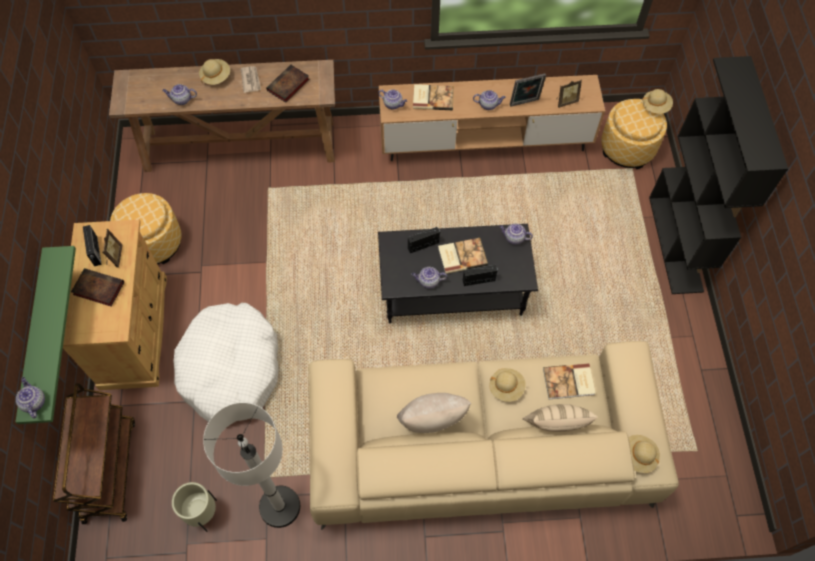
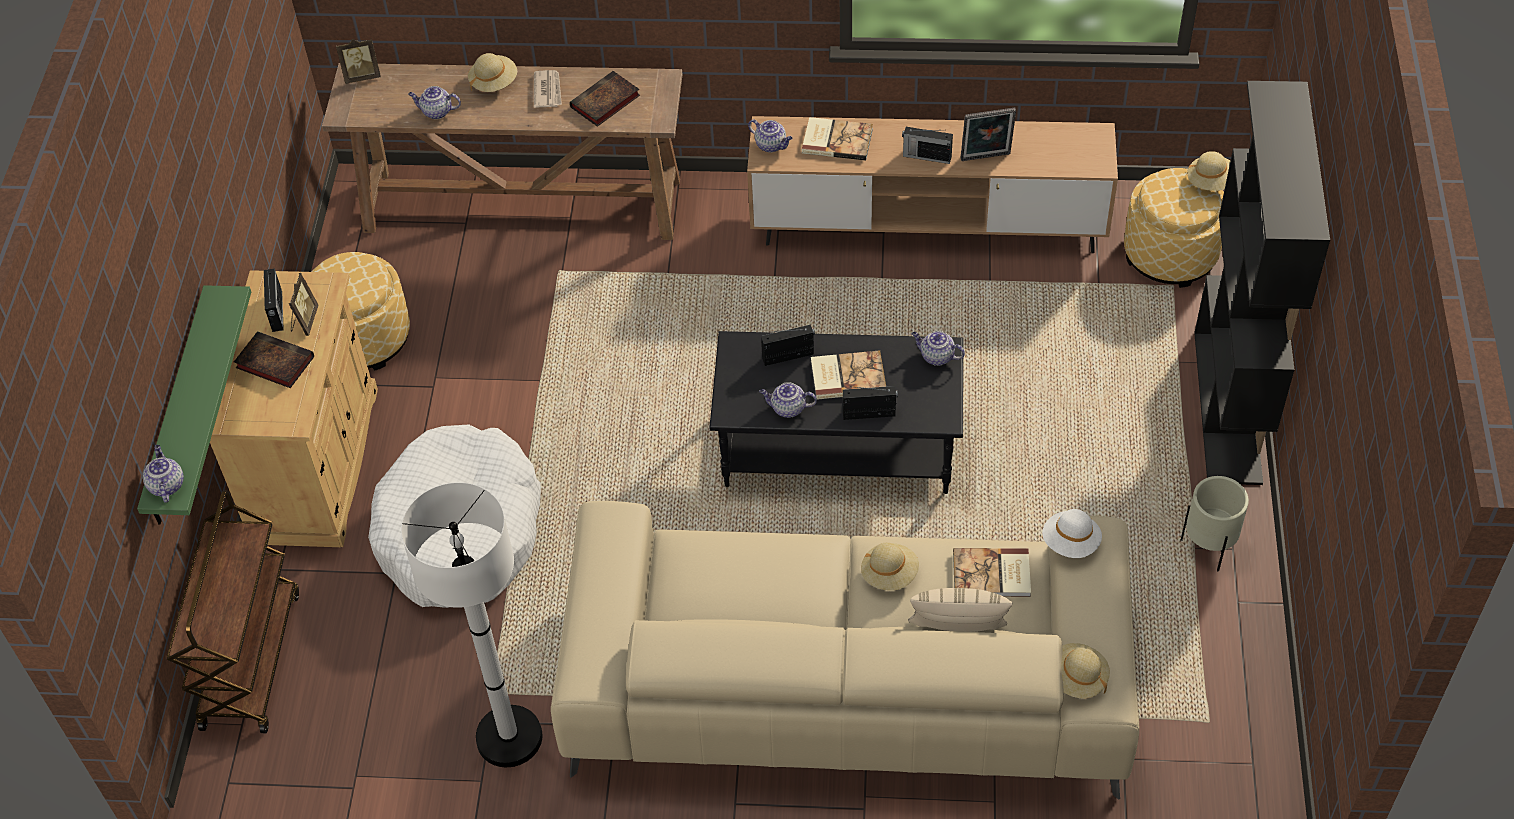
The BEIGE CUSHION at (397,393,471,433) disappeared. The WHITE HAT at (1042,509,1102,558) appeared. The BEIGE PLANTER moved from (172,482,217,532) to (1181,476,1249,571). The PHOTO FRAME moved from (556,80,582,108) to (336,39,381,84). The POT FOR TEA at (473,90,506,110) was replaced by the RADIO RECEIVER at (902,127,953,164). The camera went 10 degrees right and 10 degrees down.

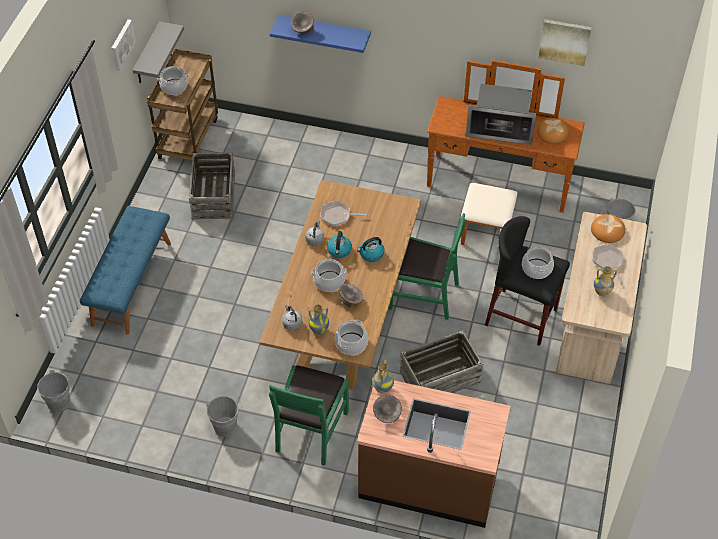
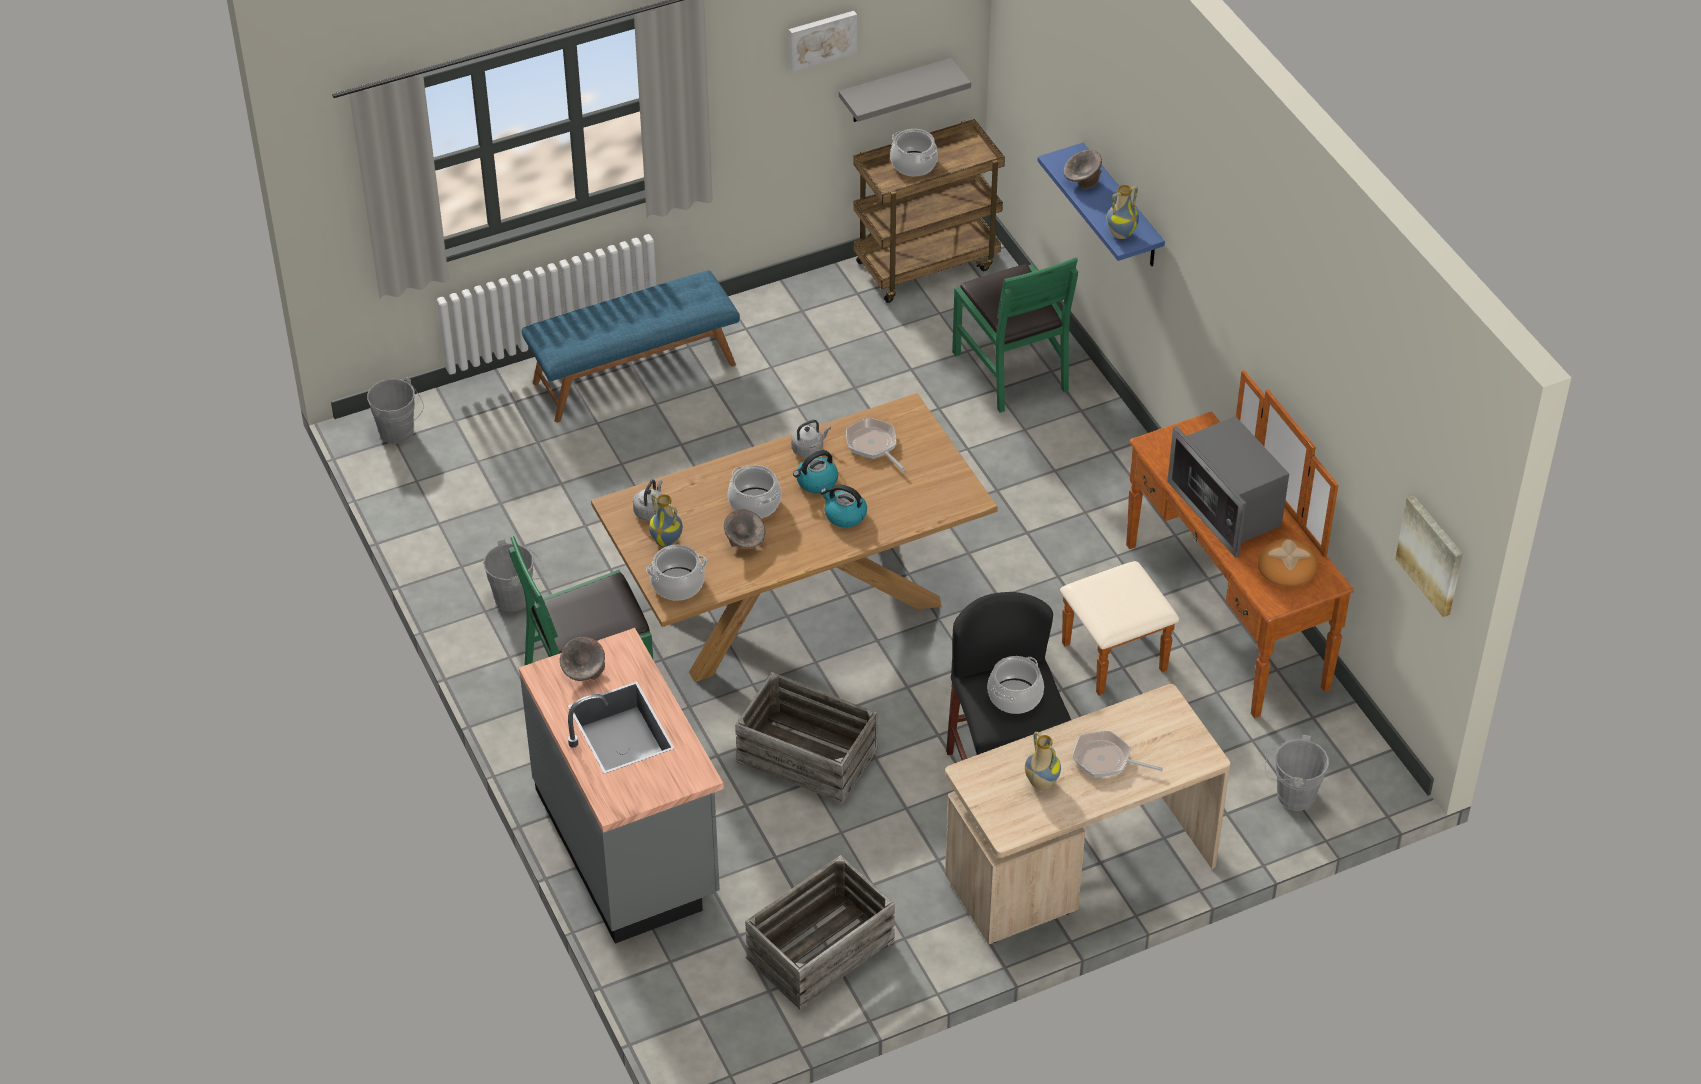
The BREAD at (591,214,625,243) disappeared. The CRATE moved from (189,152,235,219) to (745,855,895,1010). The DECORATIVE VASE moved from (372,360,394,394) to (1106,185,1139,239). The GREEN PLAIN CHAIR moved from (388,213,467,320) to (952,257,1078,413). The WALL PICTURE moved from (538,19,592,66) to (1395,495,1463,617). The BROWN-COLOURED COUNTER at (357,380,510,528) became the GREY COUNTER at (519,628,724,944). The PAN at (593,244,623,284) turned 105 degrees counterclockwise. The camera went 50 degrees right and 5 degrees down.

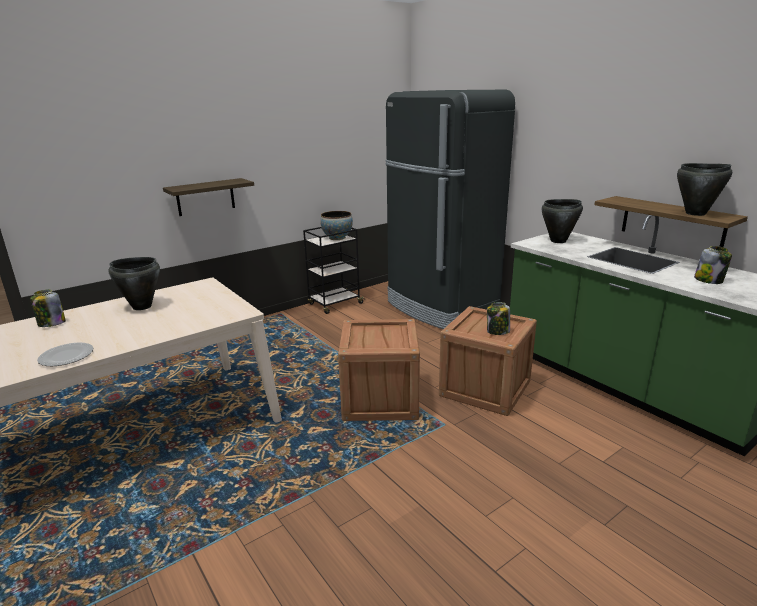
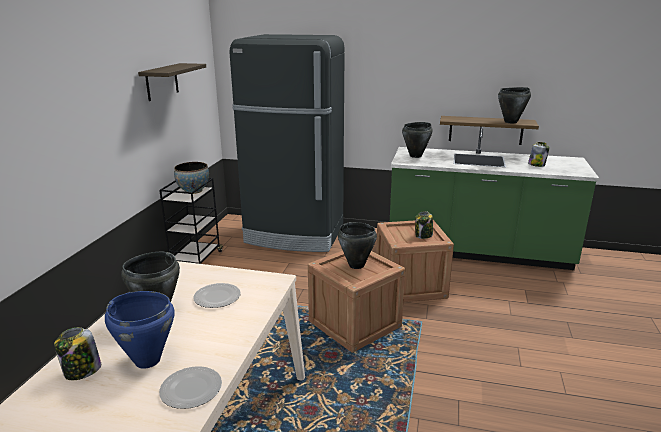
The BLUISH COOKING POT at (105,291,175,369) appeared. The DINNER PLATE at (193,283,241,308) appeared. The BLACK COOKING POT at (338,222,377,269) appeared. The BRACKET SHELF moved from (163,178,254,216) to (138,63,206,101). The camera went 40 degrees left and 0 degrees up.

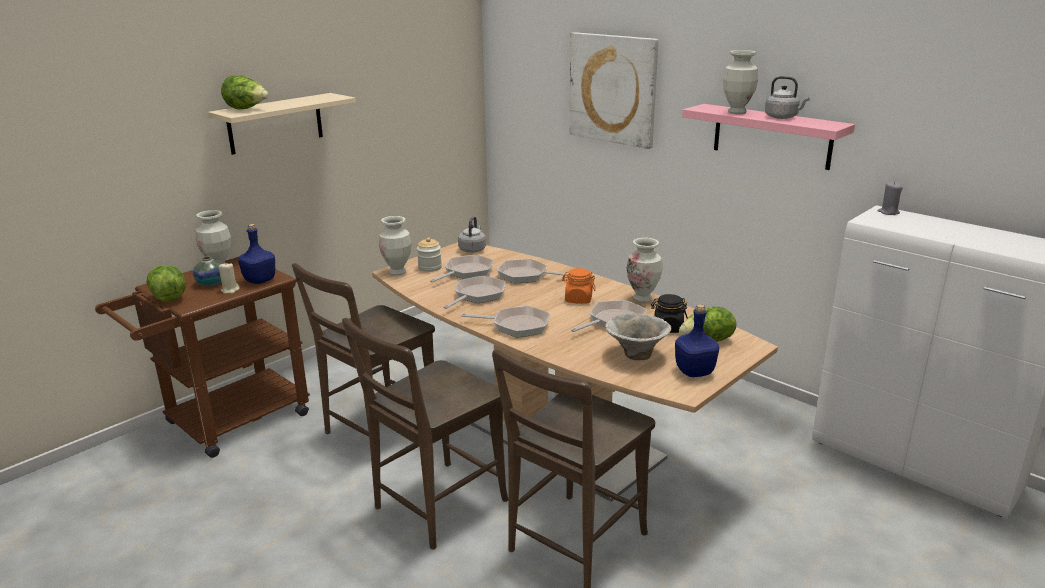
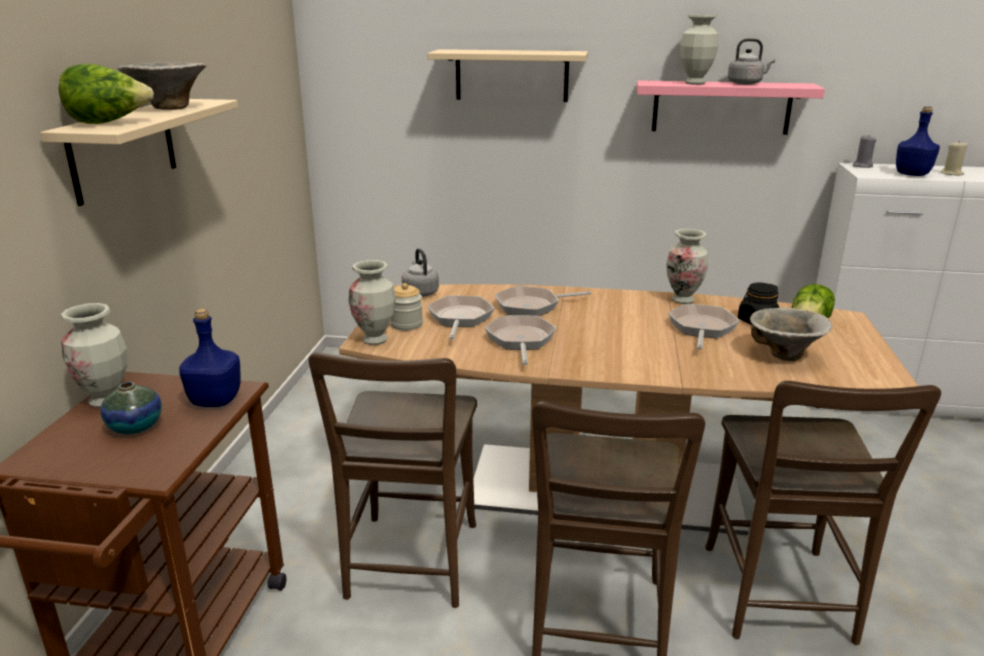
The LETTUCE at (147,265,186,302) disappeared. The PAN at (461,306,550,338) disappeared. The ORANGE-COLOURED PRESERVE JAR at (562,268,596,304) disappeared. The BOWL at (118,62,207,110) appeared. The BEIGE WAX CANDLE moved from (219,262,240,294) to (940,141,968,176). The BLUISH BOTTLE moved from (675,304,719,377) to (896,106,940,176). The WALL PICTURE at (569,32,658,149) was replaced by the BEIGE BRACKET SHELF at (427,49,588,102). The camera went 35 degrees left and 0 degrees up.

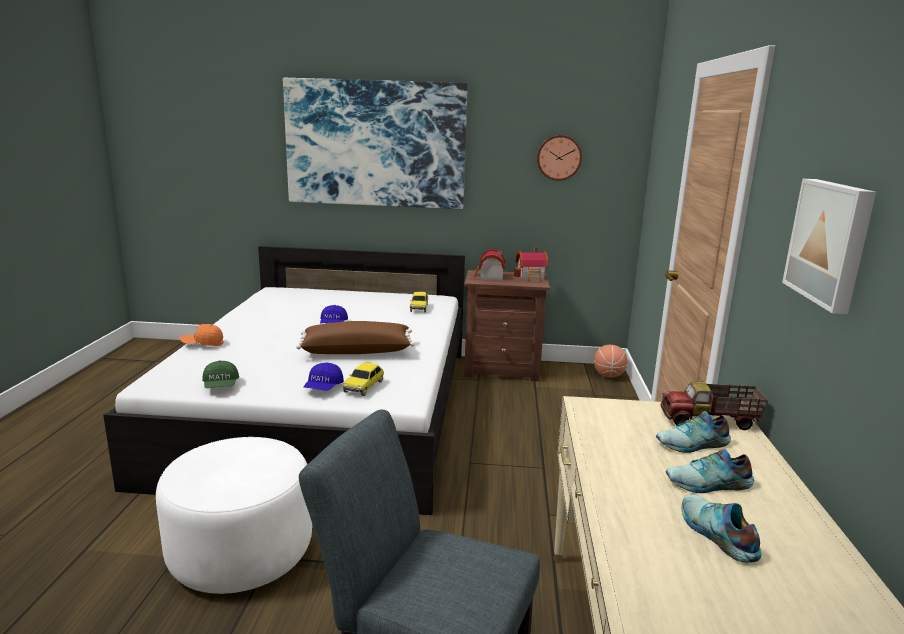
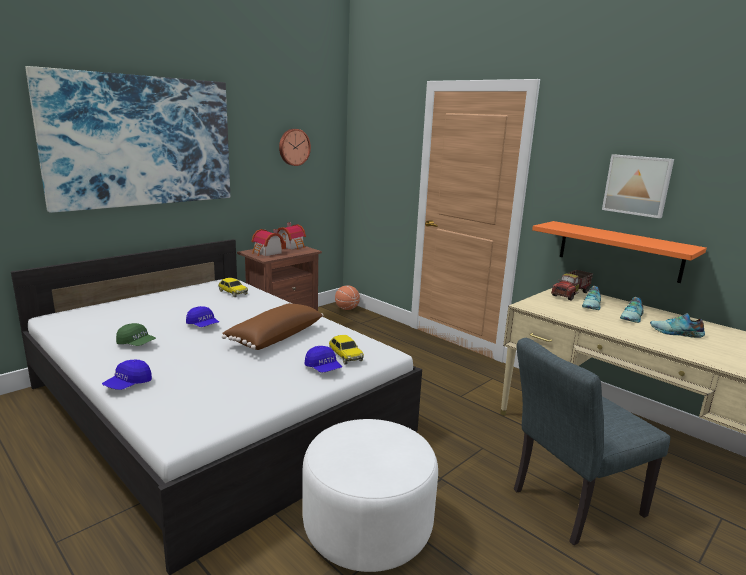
The ORANGE-COLOURED BRACKET SHELF at (532,221,707,283) appeared. The GREEN CAP moved from (202,361,239,388) to (116,323,156,346). The ORANGE-COLOURED CAP at (180,324,224,346) became the BLUISH CAP at (102,360,152,390). The camera went 50 degrees left and 0 degrees up.

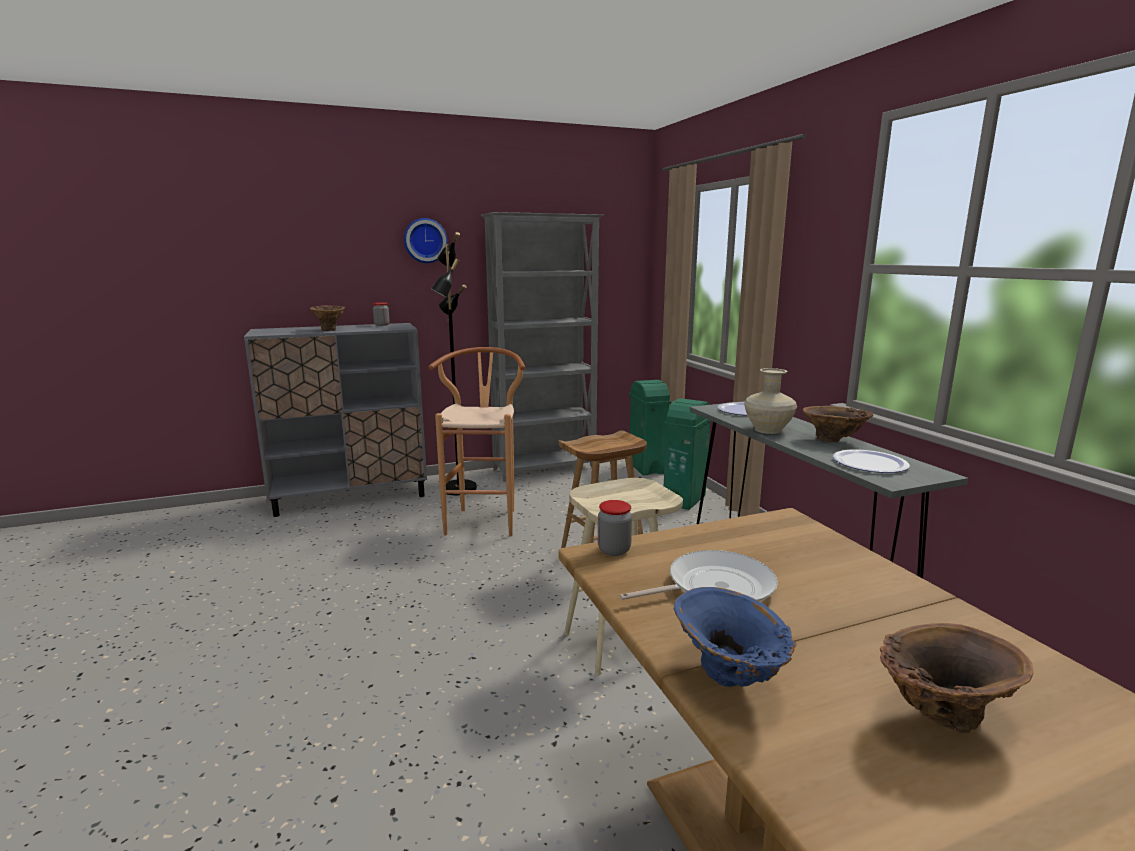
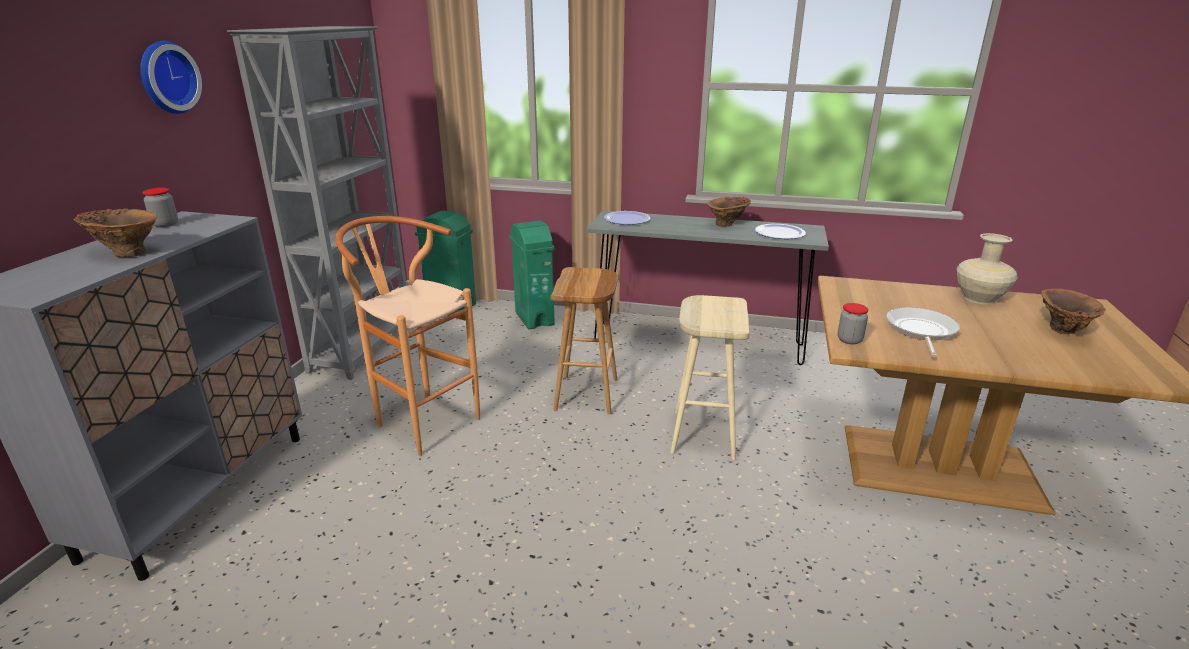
The BLACK FLOOR LAMP at (431,232,477,495) disappeared. The BLUISH DECORATIVE VASE at (674,587,797,687) disappeared. The BEIGE DECORATIVE VASE moved from (744,368,797,434) to (957,233,1018,305). The camera went 55 degrees left and 10 degrees up.

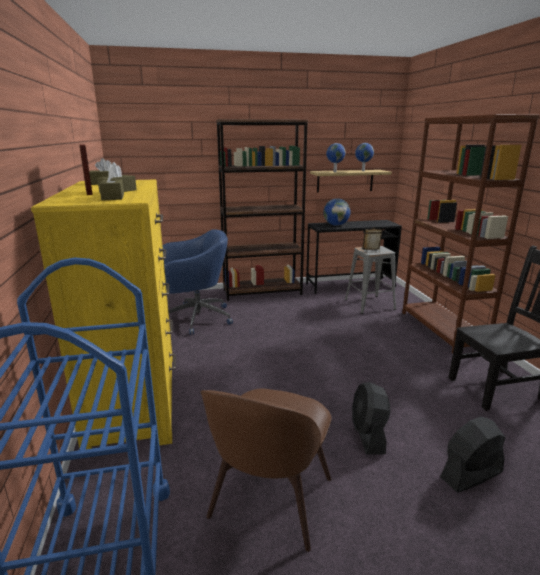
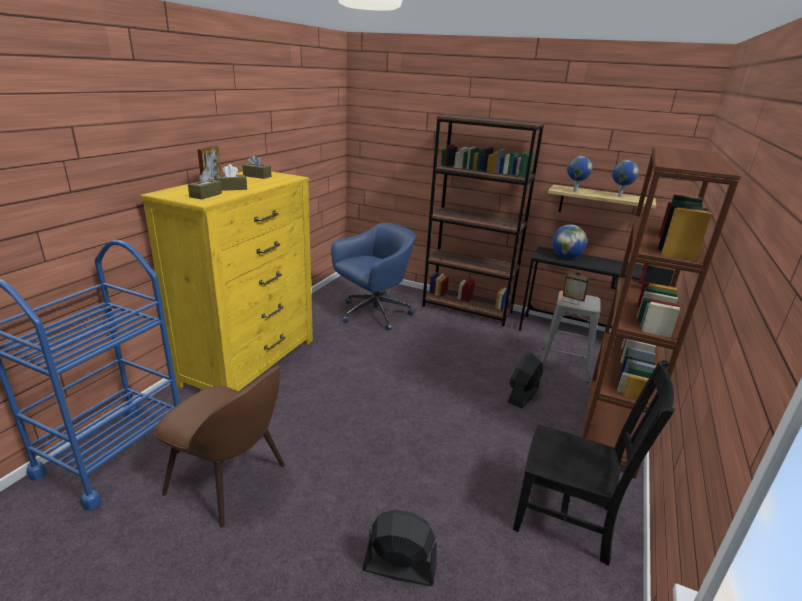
The BLACK FAN moved from (352,382,390,455) to (508,353,543,408). The BLUISH DESK CHAIR at (162,229,233,335) turned 60 degrees counterclockwise. The BROWN-COLOURED PLAIN CHAIR at (200,388,332,552) turned 120 degrees counterclockwise. The camera went 35 degrees right and 5 degrees up.

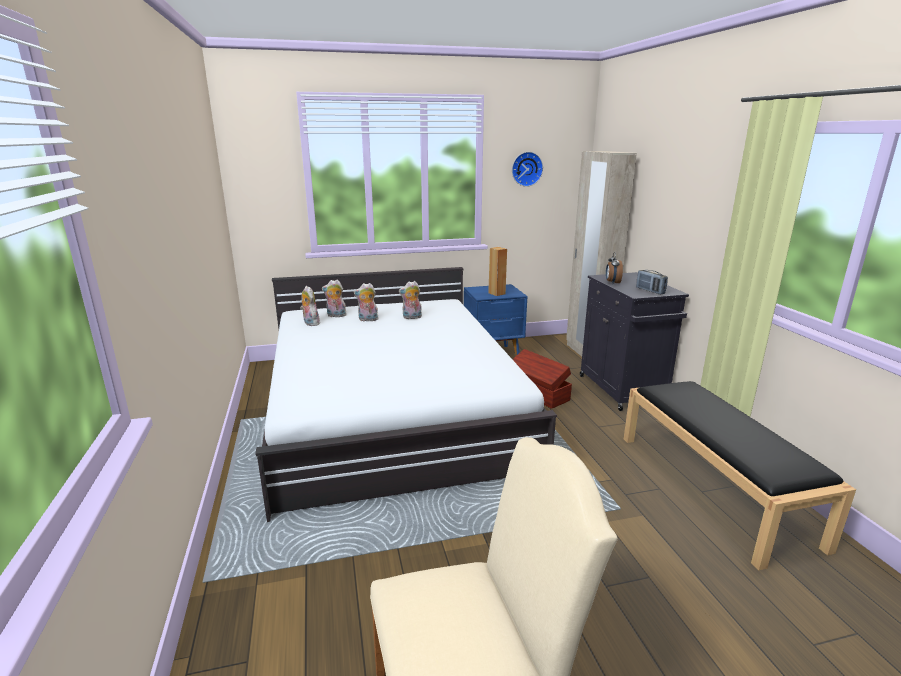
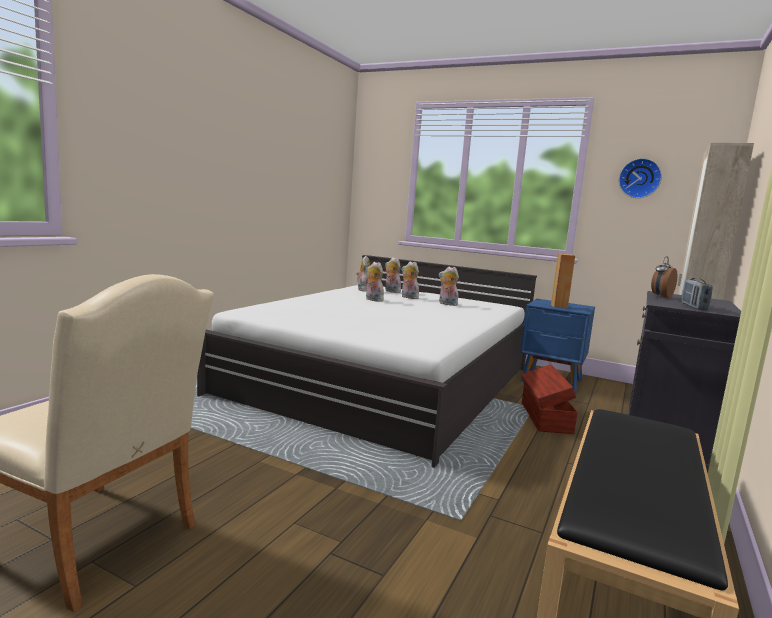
The CUDDLY TOY at (366,262,384,302) appeared. The camera went 40 degrees right and 10 degrees down.

